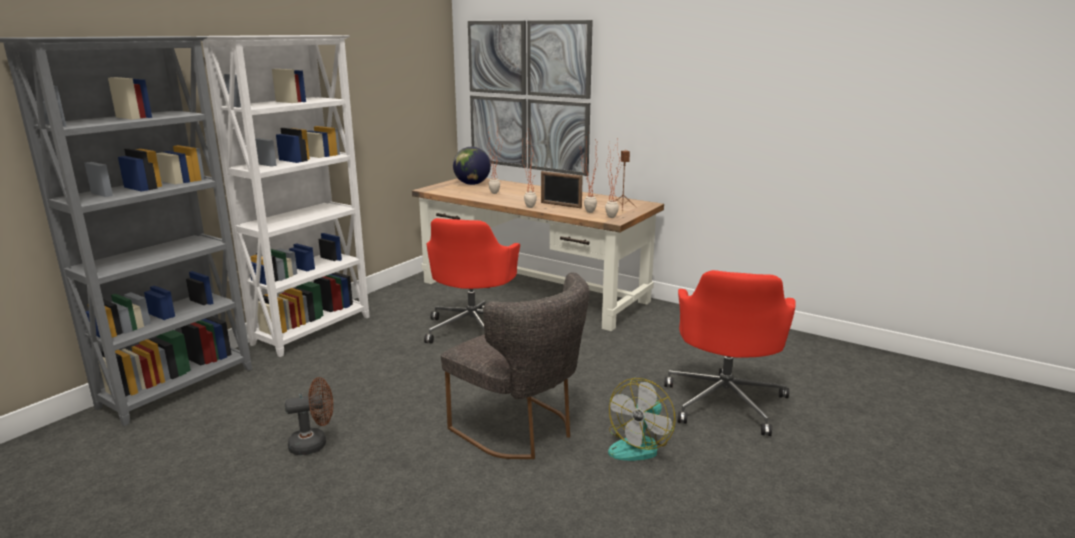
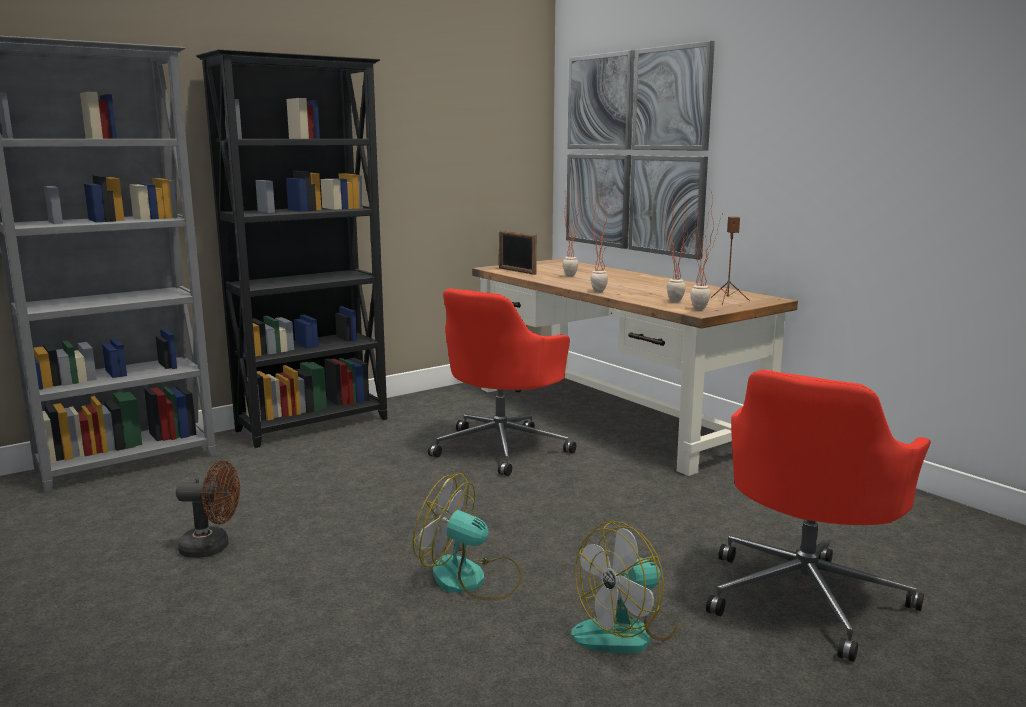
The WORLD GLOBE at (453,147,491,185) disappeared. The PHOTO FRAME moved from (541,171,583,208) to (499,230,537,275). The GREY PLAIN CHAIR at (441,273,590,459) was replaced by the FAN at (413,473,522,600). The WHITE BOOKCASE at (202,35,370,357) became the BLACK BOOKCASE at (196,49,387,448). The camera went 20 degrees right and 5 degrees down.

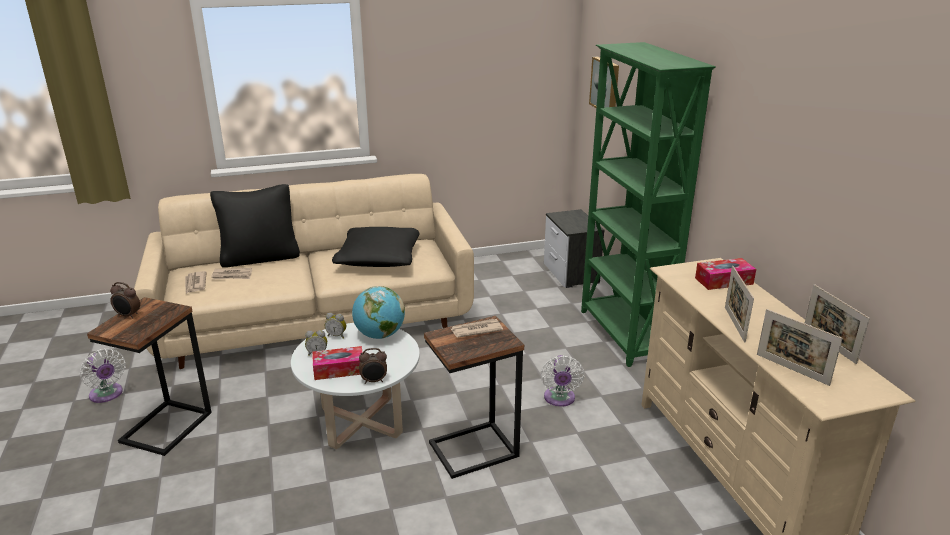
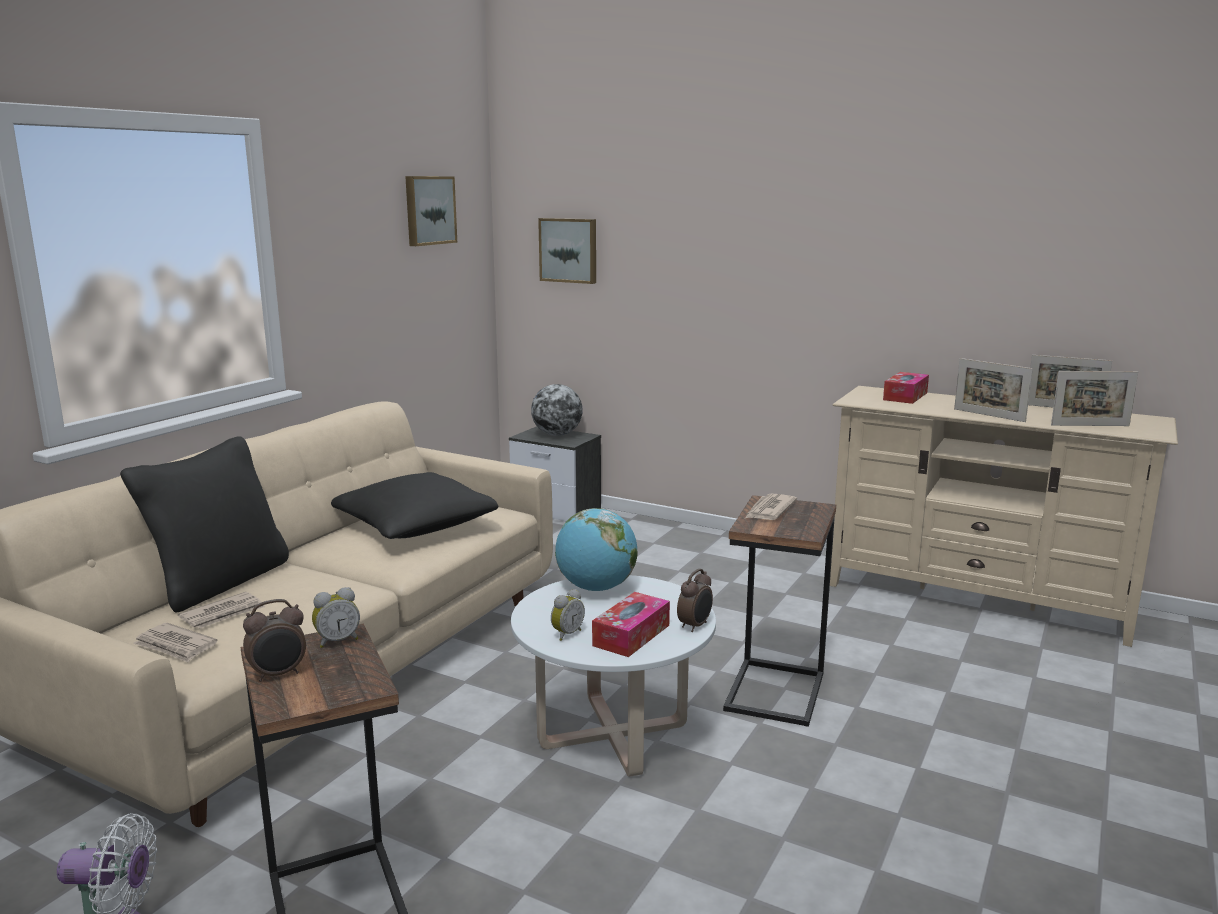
The WHITE FAN at (541,355,584,407) disappeared. The GREEN BOOKCASE at (581,42,716,367) disappeared. The WALL PICTURE at (405,176,457,246) appeared. The WORLD GLOBE at (531,384,583,436) appeared. The TABLE CLOCK moved from (325,313,346,339) to (312,587,360,648). The camera went 45 degrees left and 10 degrees down.

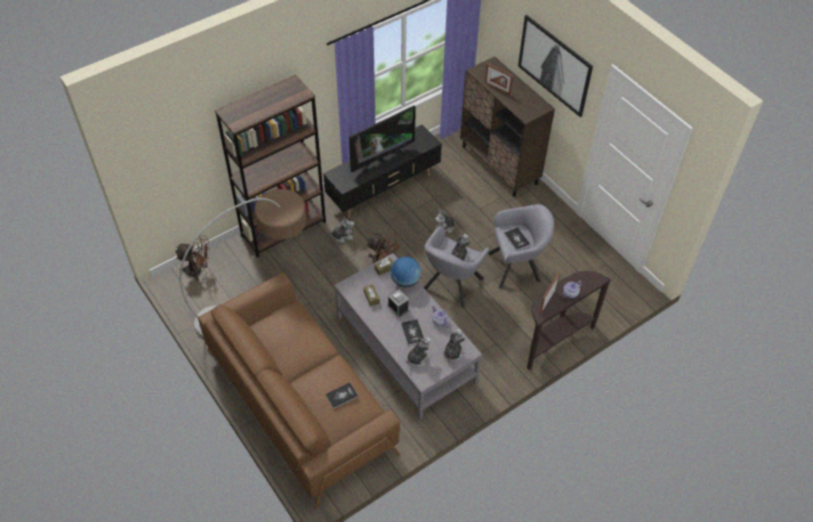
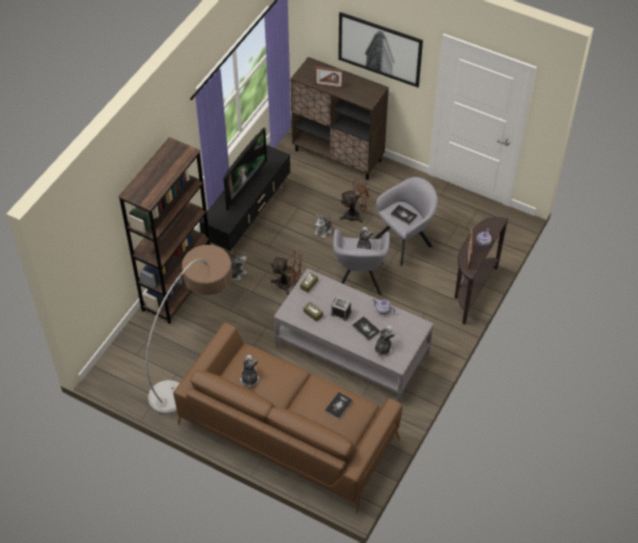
The WORLD GLOBE at (390,257,421,288) disappeared. The BROWN-COLOURED FAN moved from (175,235,210,281) to (340,178,373,223). The CUDDLY TOY moved from (443,329,466,362) to (240,355,259,387). The camera went 25 degrees left and 0 degrees up.

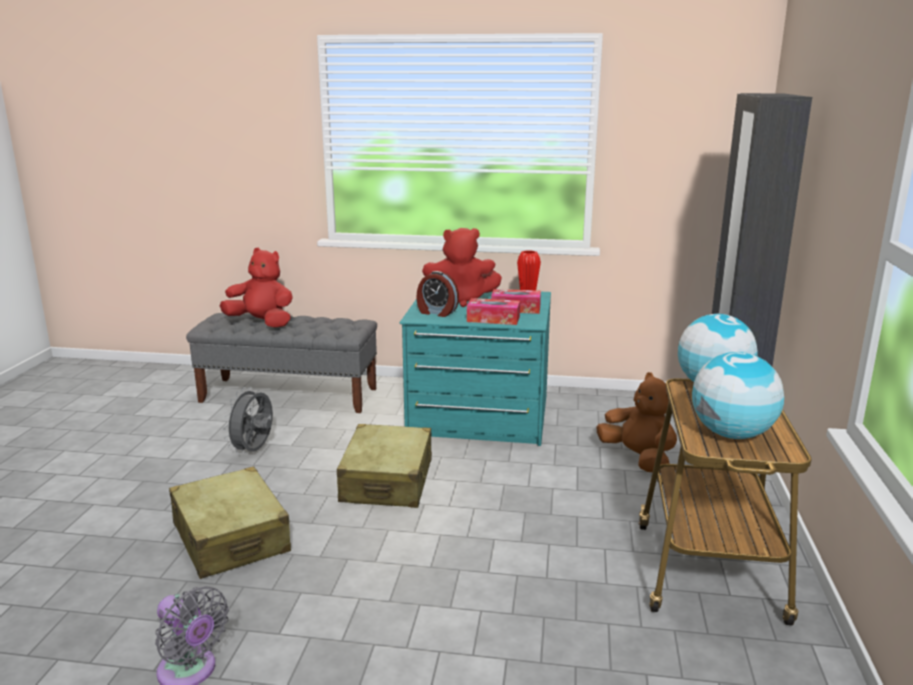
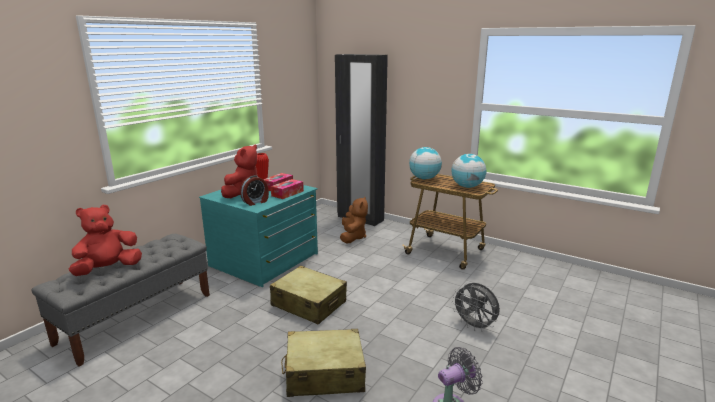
The GREY FAN moved from (223,387,273,454) to (451,283,500,332). The BROWN-COLOURED CUDDLY TOY at (597,372,677,473) turned 105 degrees clockwise. The camera went 65 degrees left and 0 degrees up.

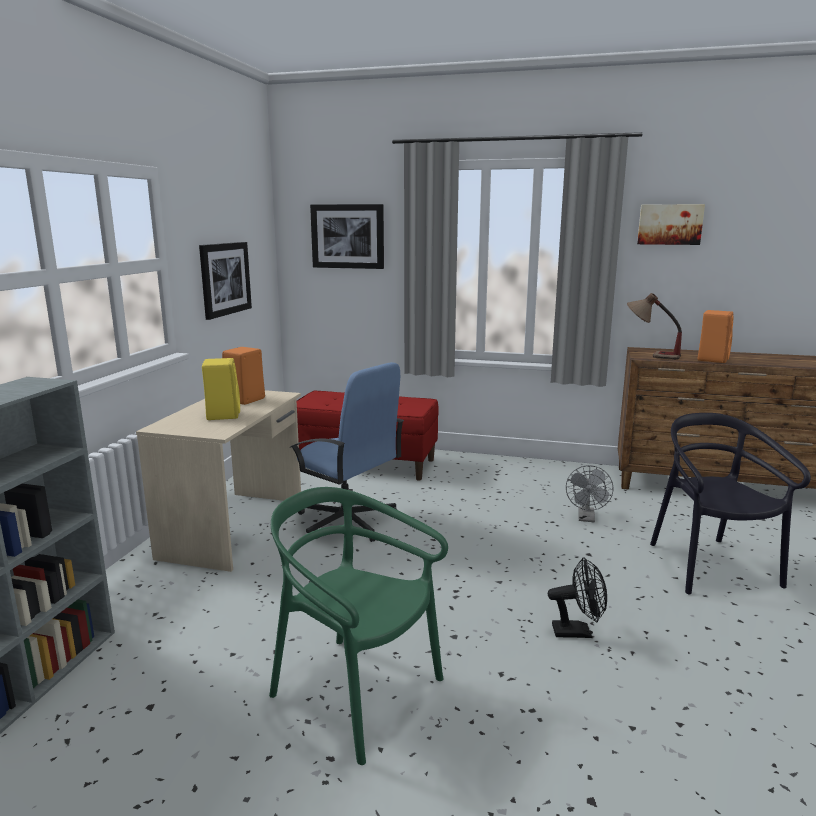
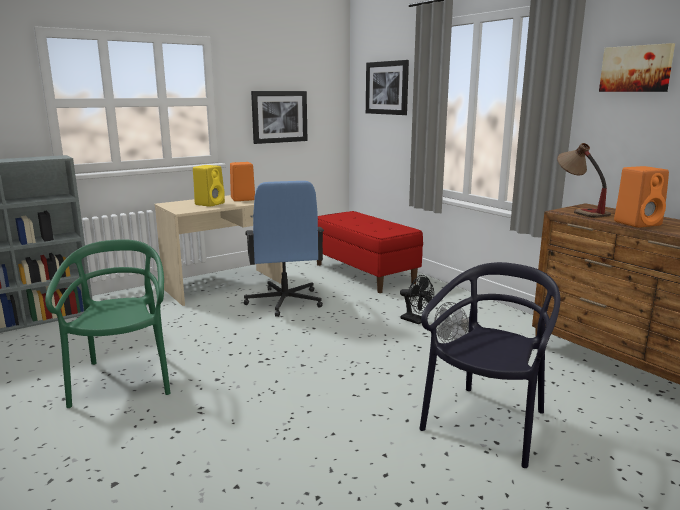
The BLACK FAN moved from (547,557,607,638) to (400,275,434,325). The camera went 40 degrees right and 0 degrees up.

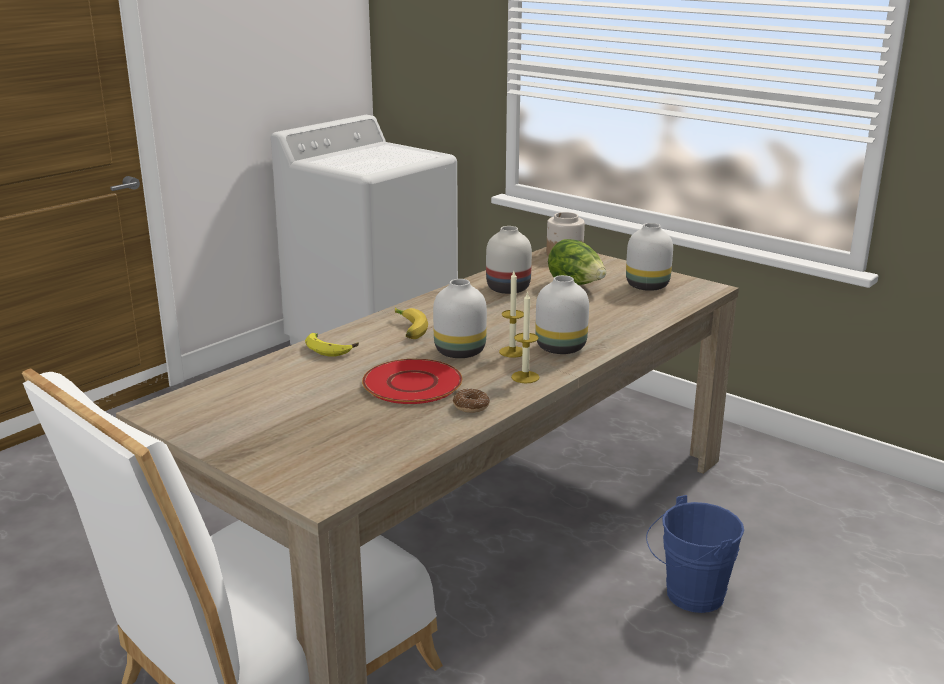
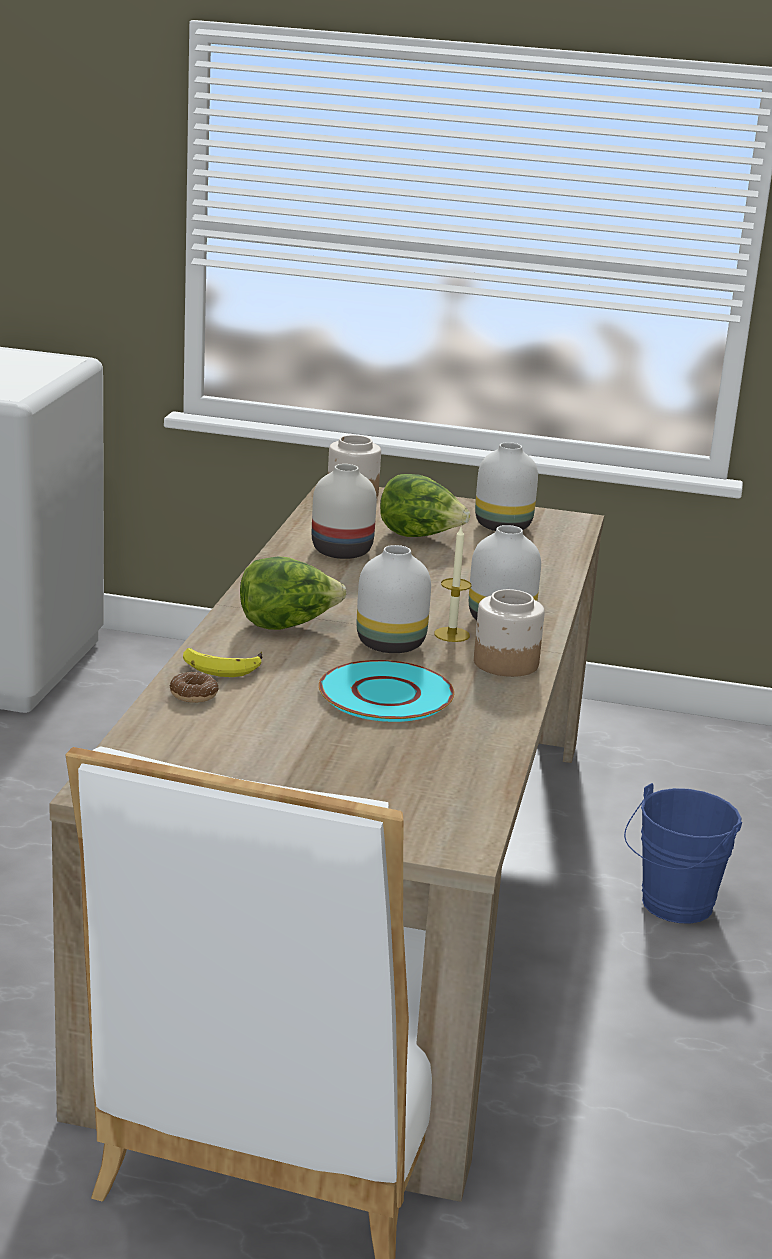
The DONUT moved from (453,389,490,413) to (170,672,218,703). The BANANA FRUIT at (395,307,428,339) was replaced by the LETTUCE at (240,556,346,630). The WAX CANDLE at (511,291,540,383) was replaced by the PRESERVE JAR at (474,589,545,677). The RED-COLOURED DINNER PLATE at (362,359,462,404) became the BLUE-GREEN DINNER PLATE at (319,660,454,722). The camera went 30 degrees left and 0 degrees up.

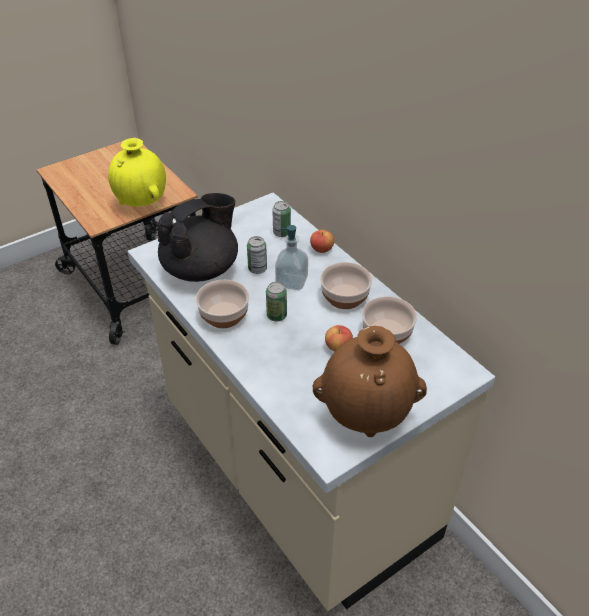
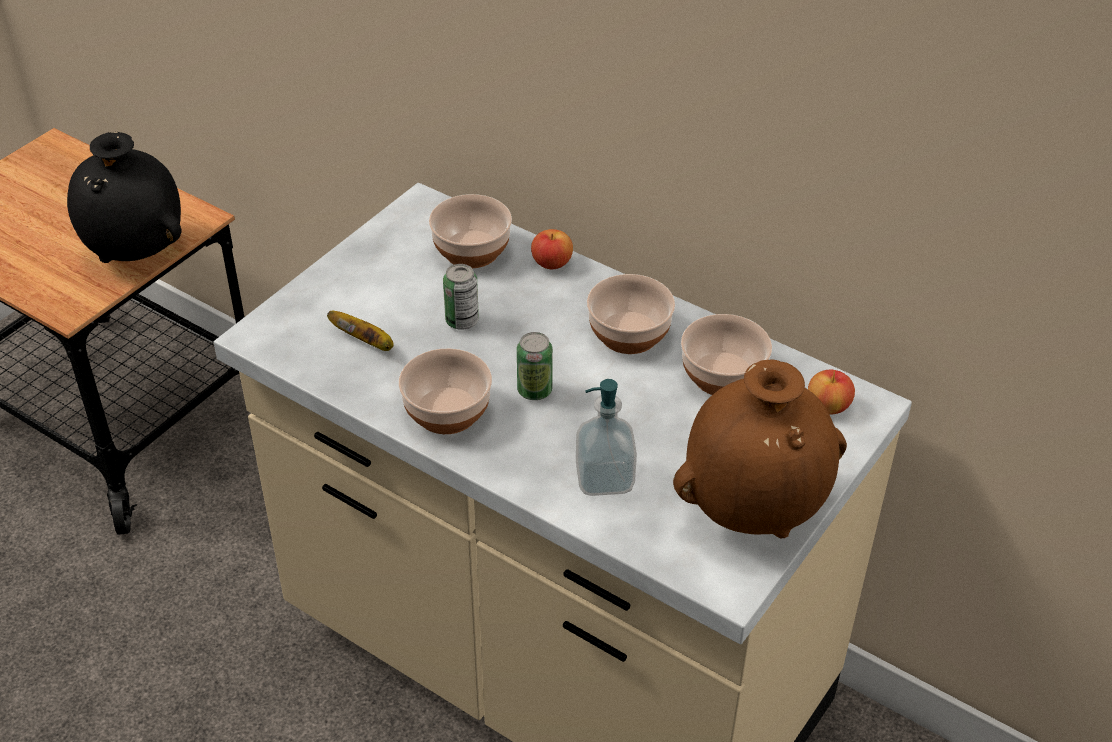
The LIQUID SOAP BOTTLE moved from (275,225,308,290) to (576,379,637,496). The APPLE FRUIT moved from (325,325,353,352) to (808,370,855,414). The BLACK POT FOR TEA at (157,193,238,282) was replaced by the BANANA FRUIT at (327,311,394,351). The METAL CAN at (272,201,291,237) was replaced by the BOWL at (429,194,512,268). The YELLOW-COLOURED DECORATIVE VASE at (108,138,166,206) became the BLACK DECORATIVE VASE at (67,132,182,263). The camera went 20 degrees left and 0 degrees up.

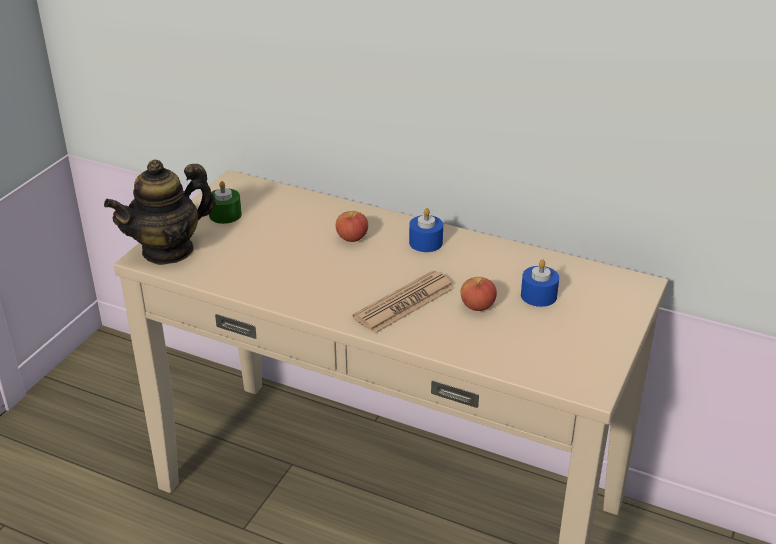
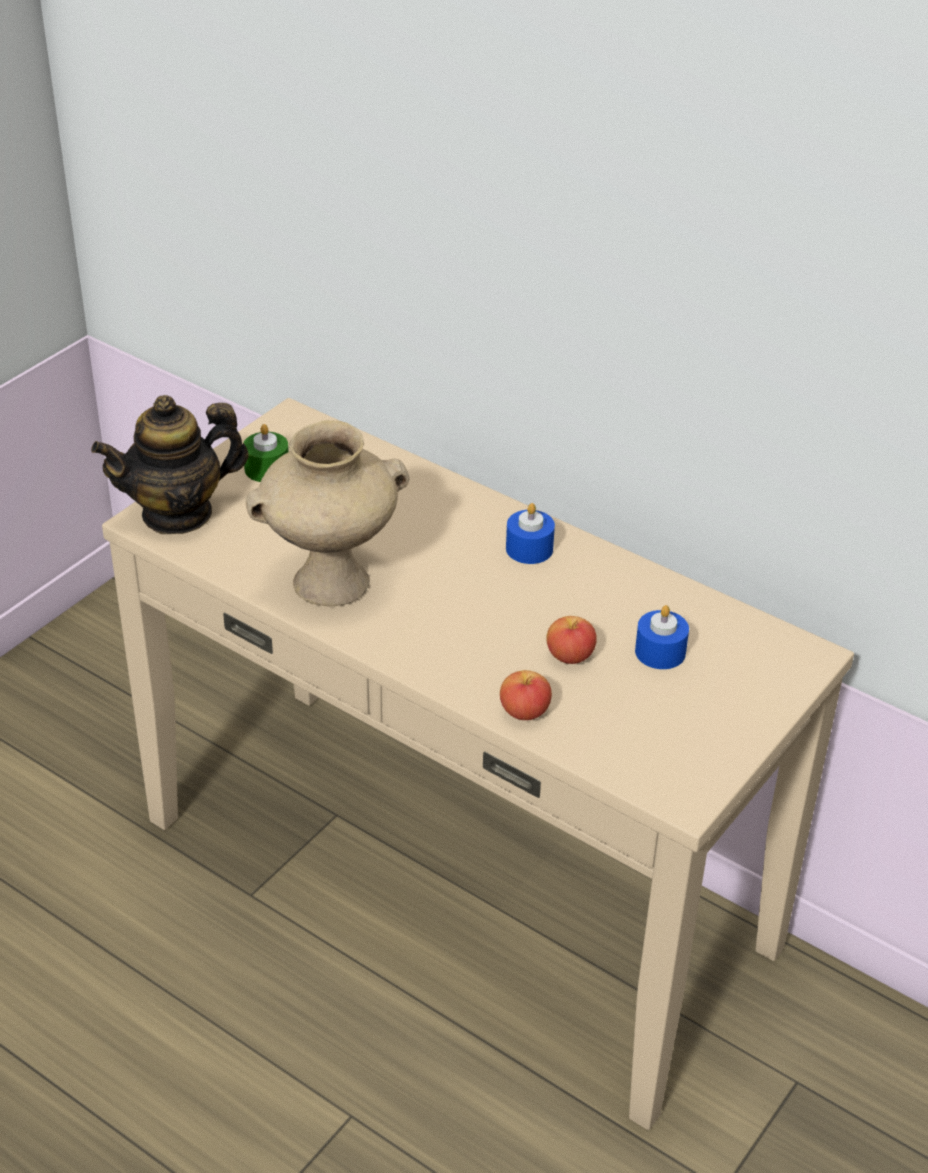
The DAILY PAPER at (353,271,455,334) disappeared. The BEIGE DECORATIVE VASE at (246,420,409,606) appeared. The APPLE FRUIT moved from (336,211,368,242) to (500,670,552,720). The camera went 10 degrees right and 5 degrees up.

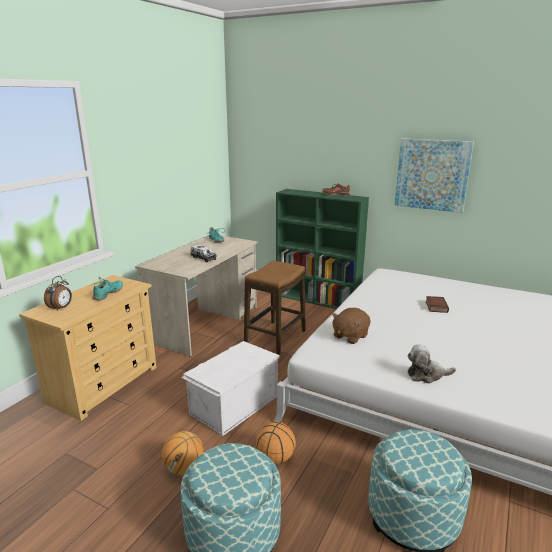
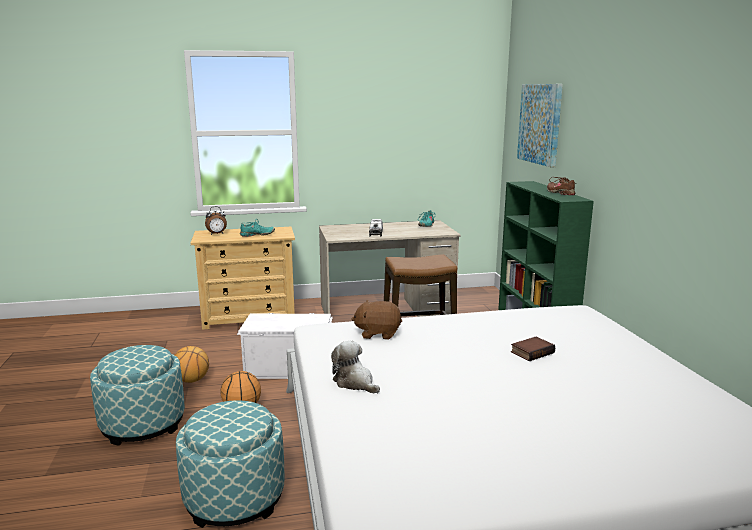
The WALL PICTURE moved from (395,138,474,213) to (517,84,563,167). The camera went 50 degrees right and 5 degrees down.

